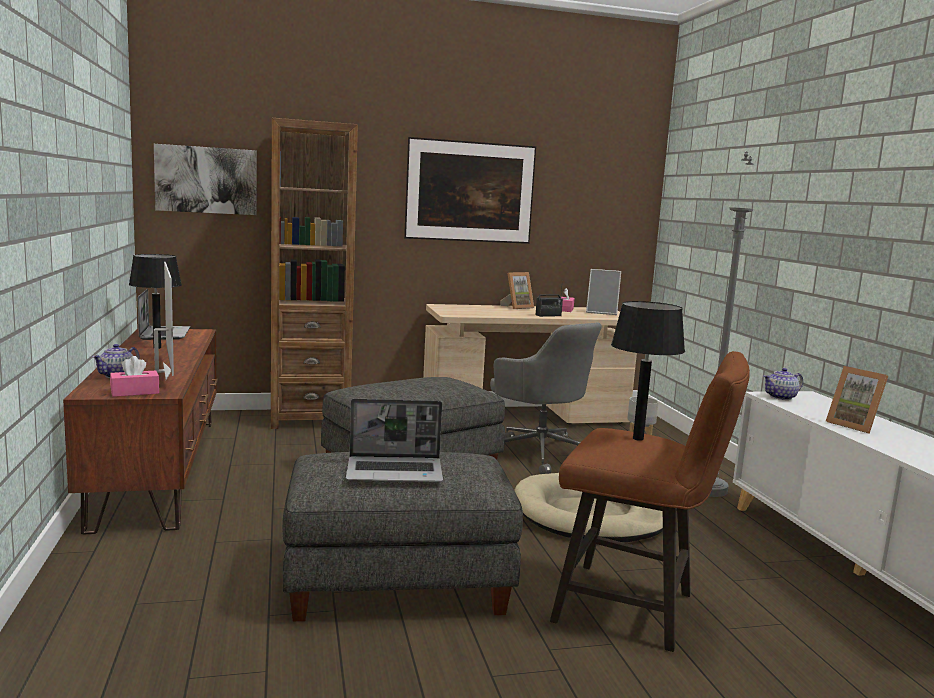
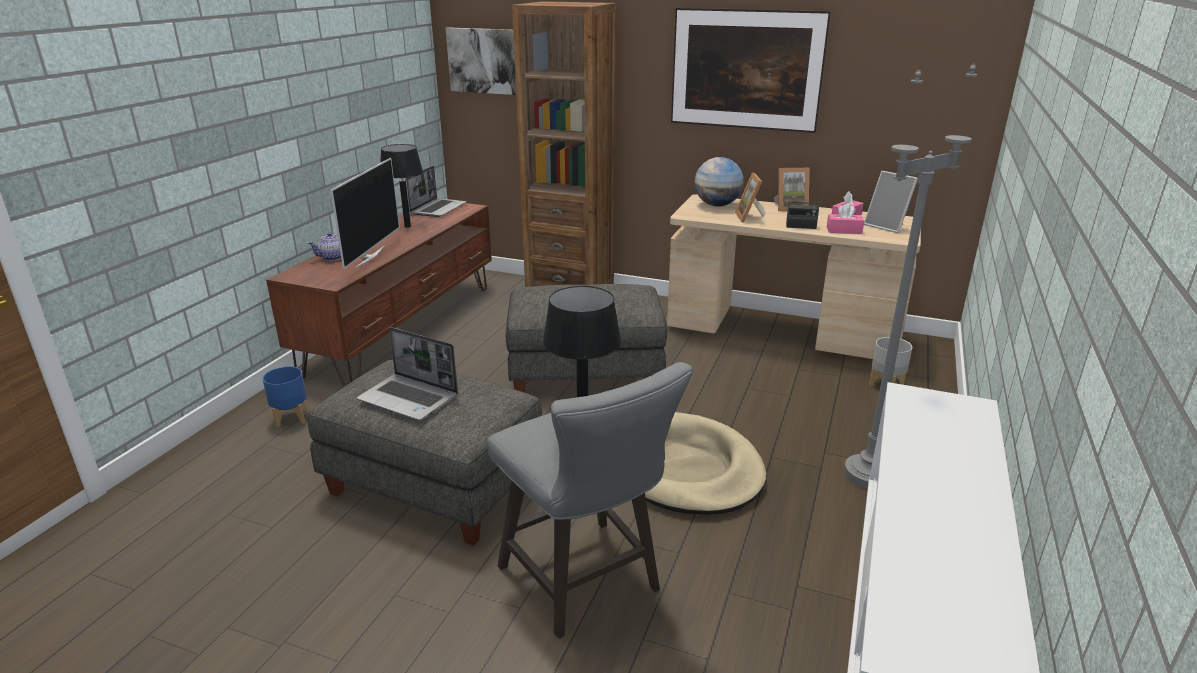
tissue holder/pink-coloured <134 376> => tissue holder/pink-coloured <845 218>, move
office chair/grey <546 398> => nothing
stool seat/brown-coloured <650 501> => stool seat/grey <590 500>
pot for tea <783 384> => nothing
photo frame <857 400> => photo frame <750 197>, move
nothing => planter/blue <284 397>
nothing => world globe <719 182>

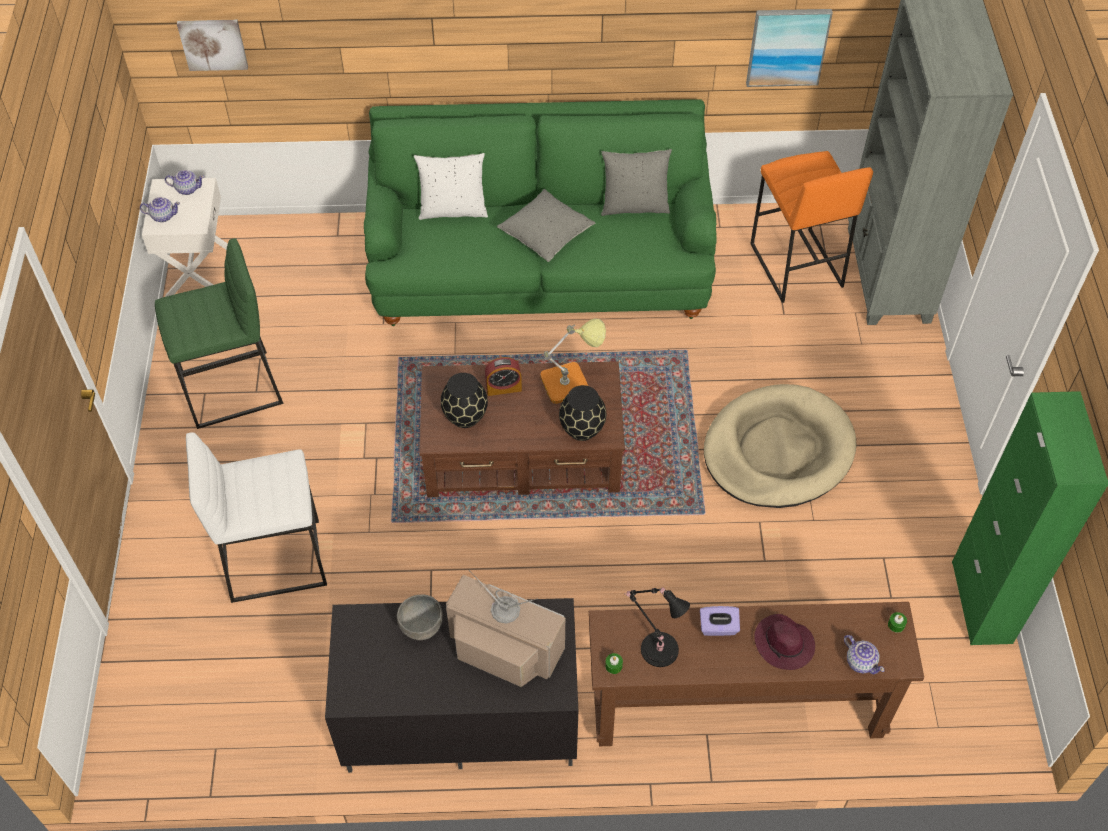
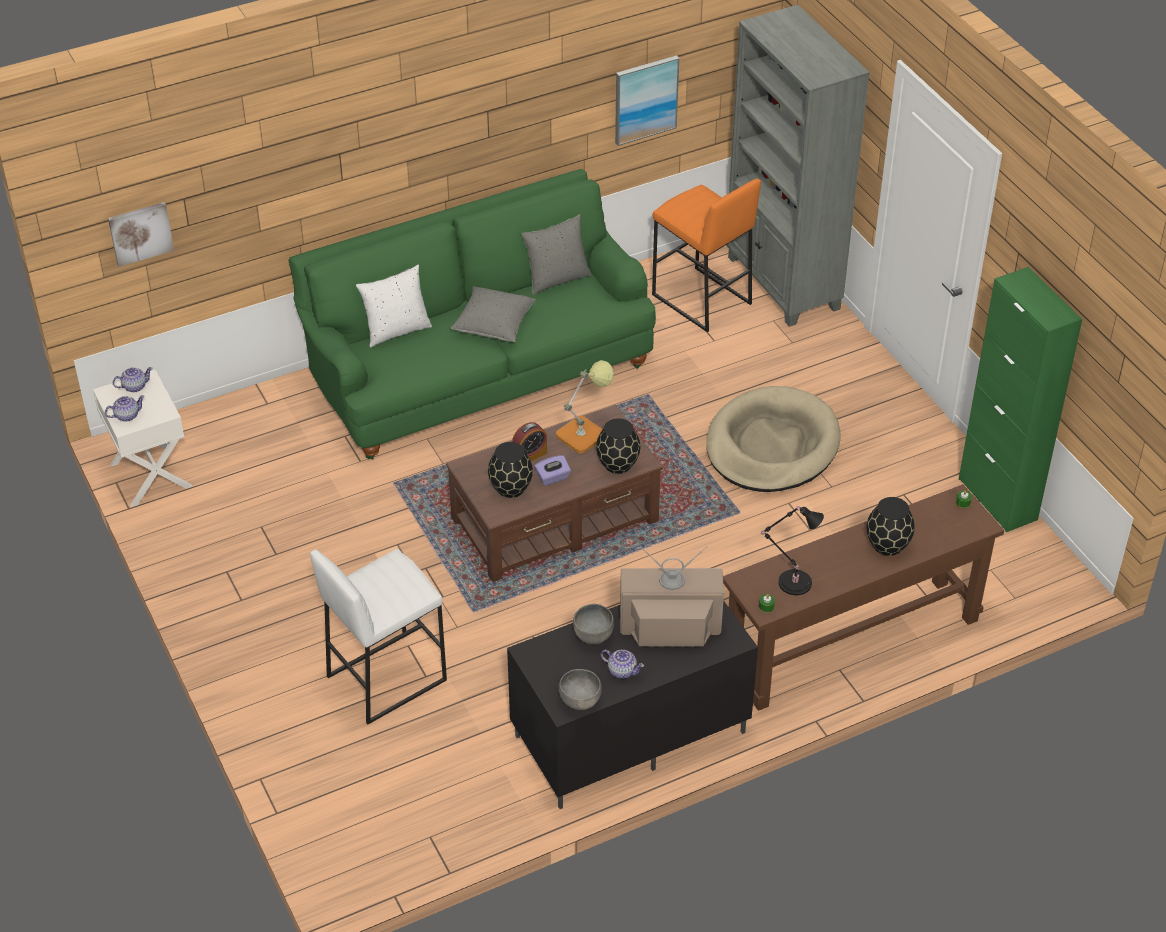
stool seat/green-coloured <219 333> => nothing
tissue holder/purplish <720 621> => tissue holder/purplish <553 470>, move
wearable hat/purplish <784 642> => flower vase/black <891 526>
pot for tea <864 654> => pot for tea <622 664>, move
nothing => serving bowl/grey <580 689>

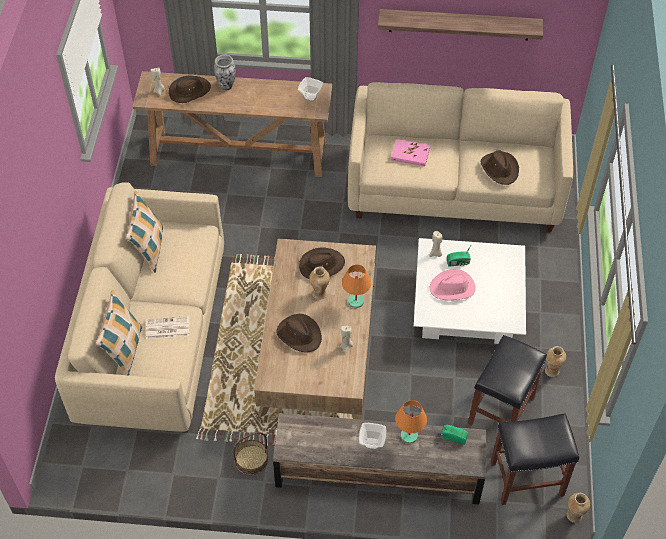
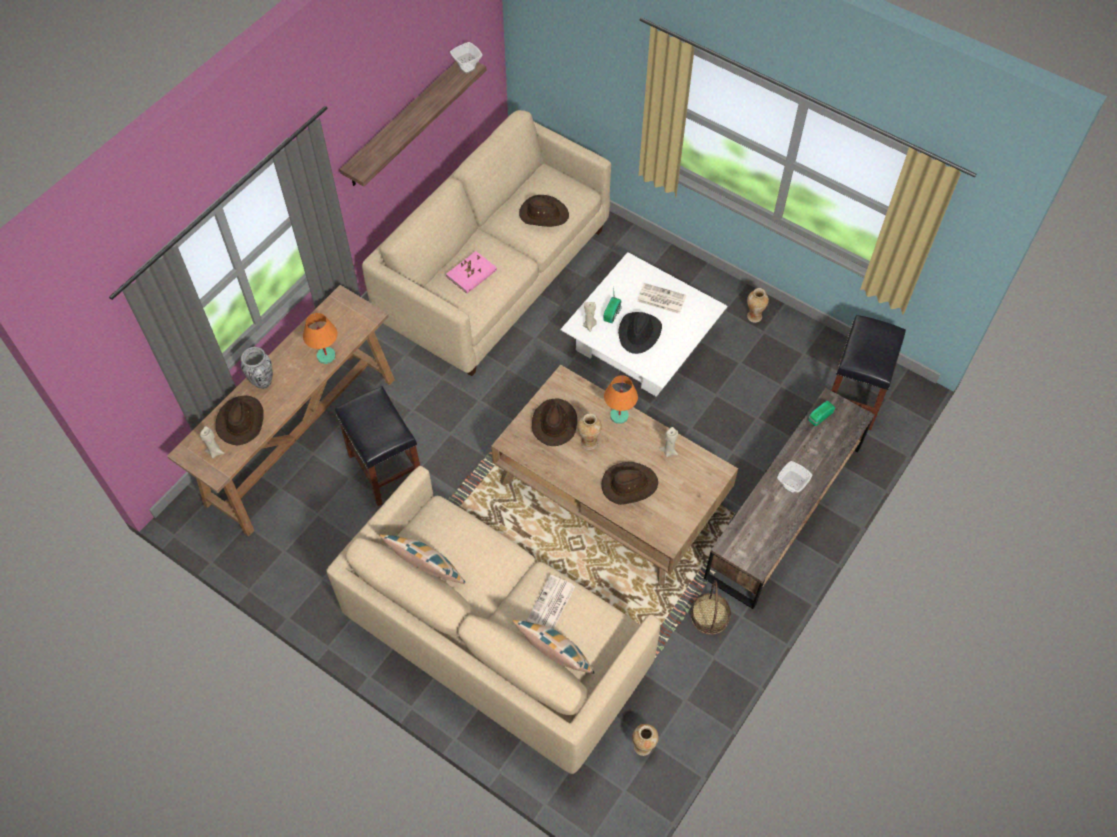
serving bowl <310 89> => serving bowl <466 58>, move
table lamp/orange <411 422> => table lamp/orange <320 338>, move
wearable hat/pink-coloured <453 285> => wearable hat/black <640 333>
stool seat/black <507 380> => stool seat/black <377 446>, move
flower vase <578 508> => flower vase <645 740>, move
nothing => daily paper <661 298>

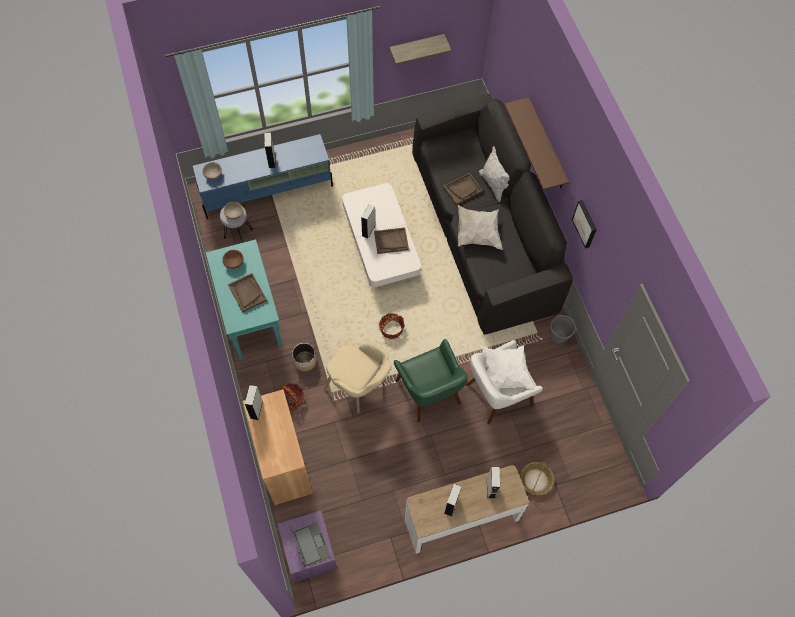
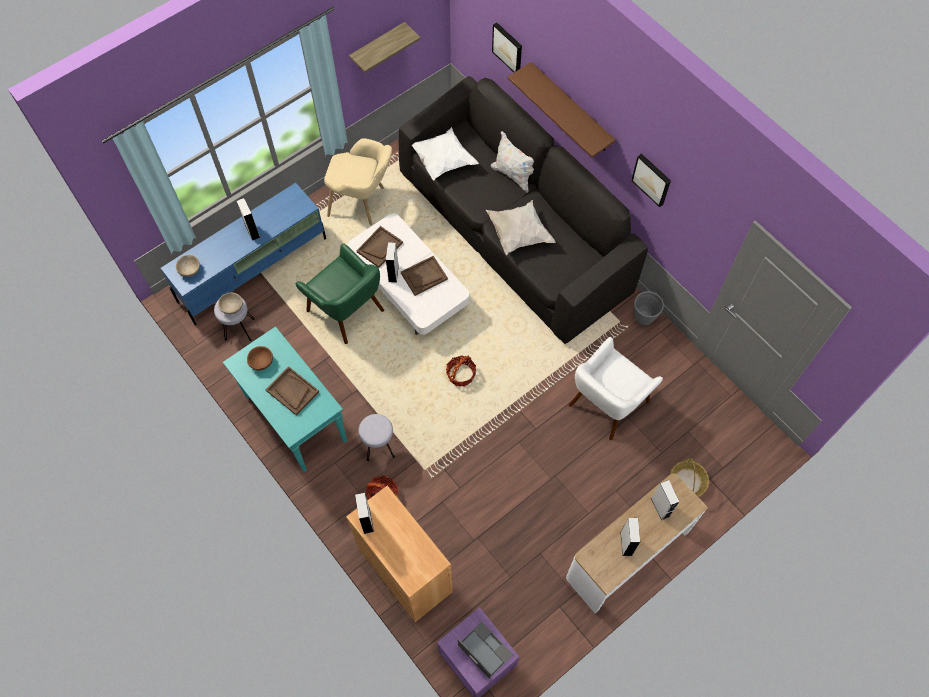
planter <304 357> => stool seat/grey <376 437>
easy chair/beige <358 377> => easy chair/beige <358 181>, move
easy chair/green-coloured <431 380> => easy chair/green-coloured <340 293>, move
carrying tray/brown-coloured <463 189> => carrying tray/brown-coloured <379 247>, move
pillow/white-coloured <507 368> => pillow/white-coloured <445 154>, move
nothing => wall picture <507 47>

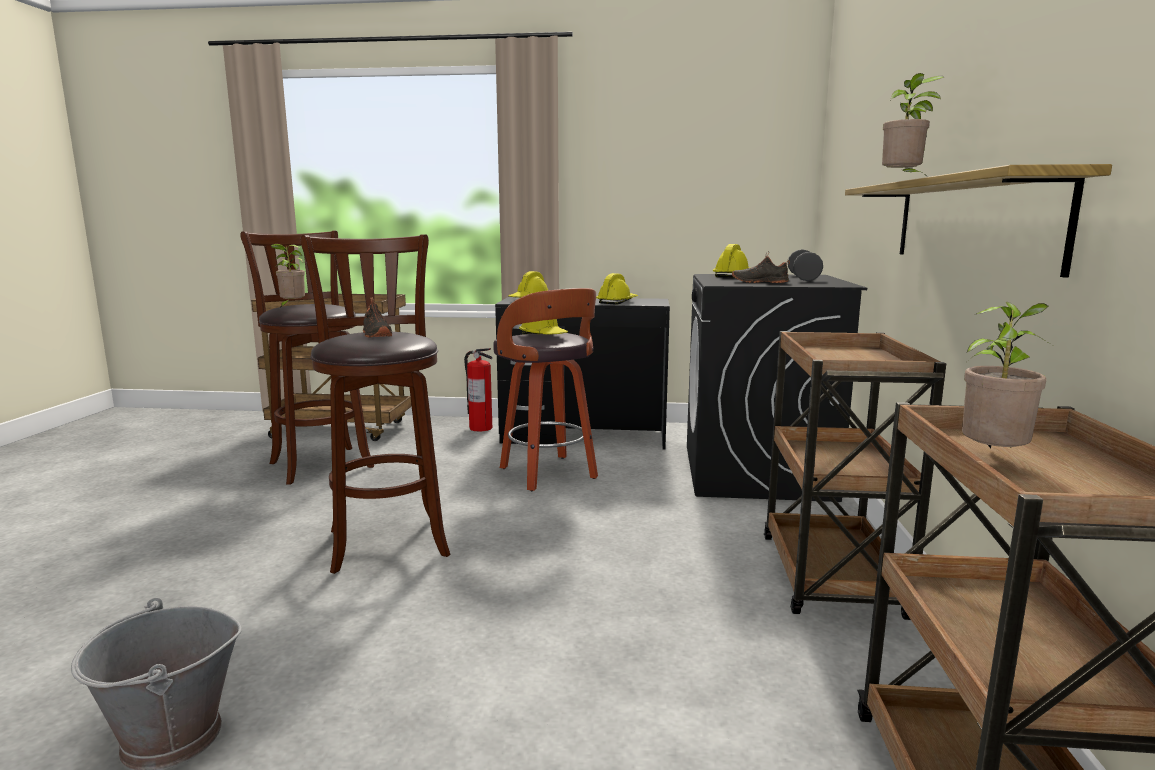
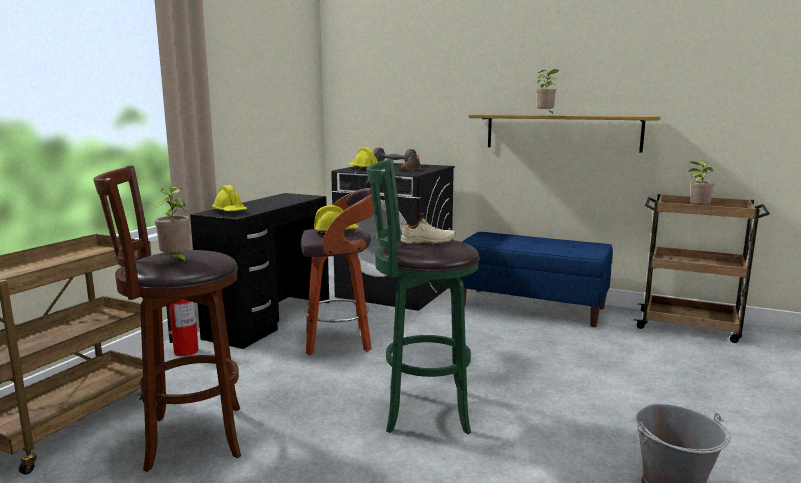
stool seat/brown-coloured <375 404> => stool seat/green-coloured <423 296>
item of footwear/black <377 317> => item of footwear/beige <428 229>
work helmet/yellow <617 288> => nothing
cart/brown-coloured <855 475> => bench/blue <536 279>

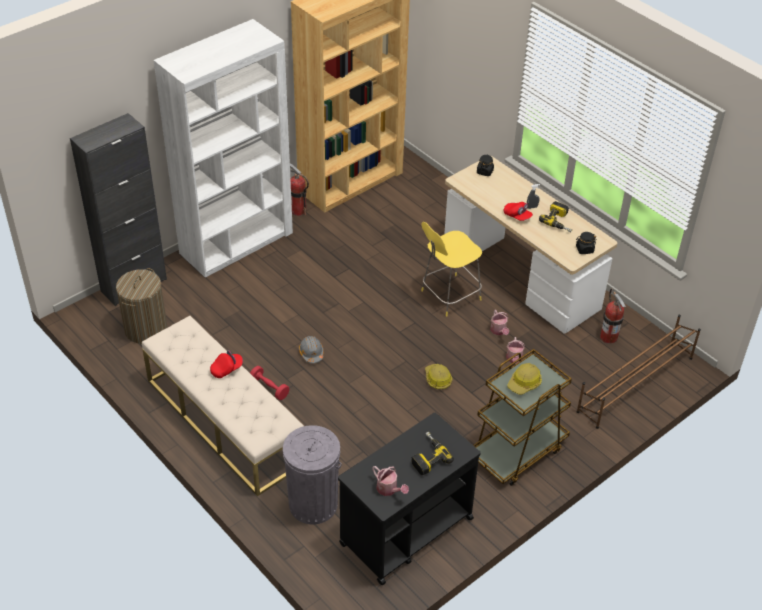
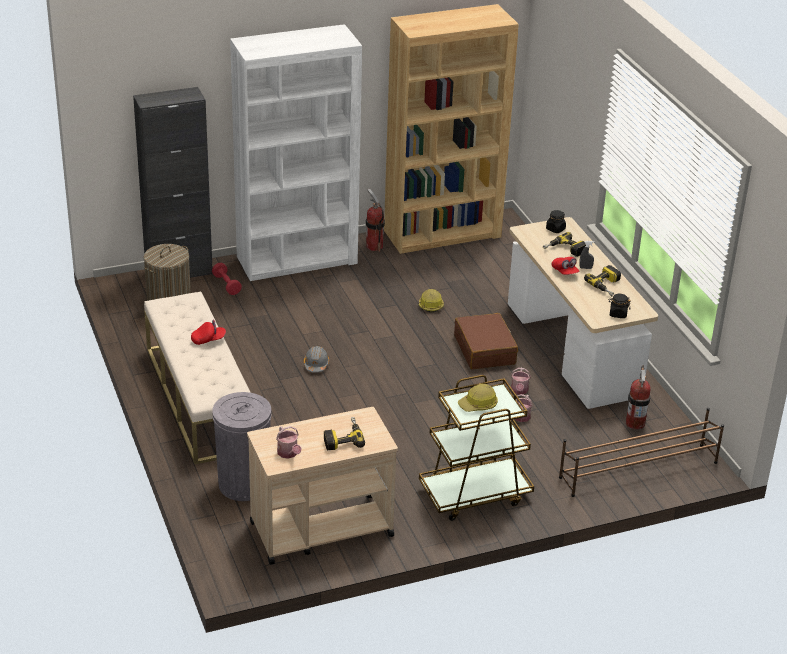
free weight/red-coloured <269 383> => free weight/red-coloured <227 279>, move
cart/black <409 499> => cart/beige <322 486>
stool seat/yellow <451 269> => suitcase/brown-coloured <486 341>
work helmet <439 376> => work helmet <431 301>, move
nothing => drill <564 244>

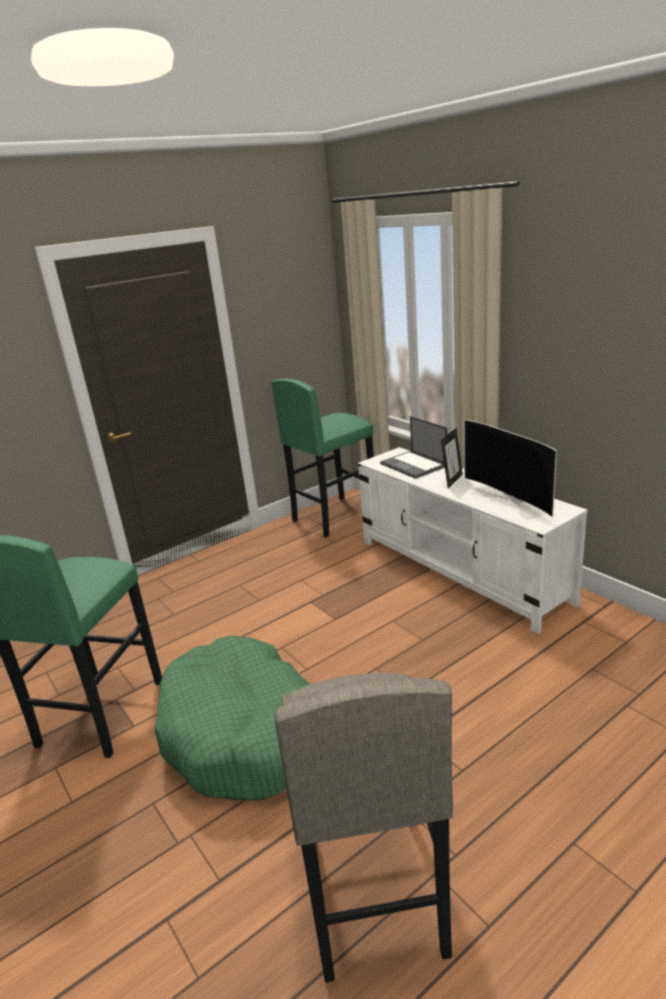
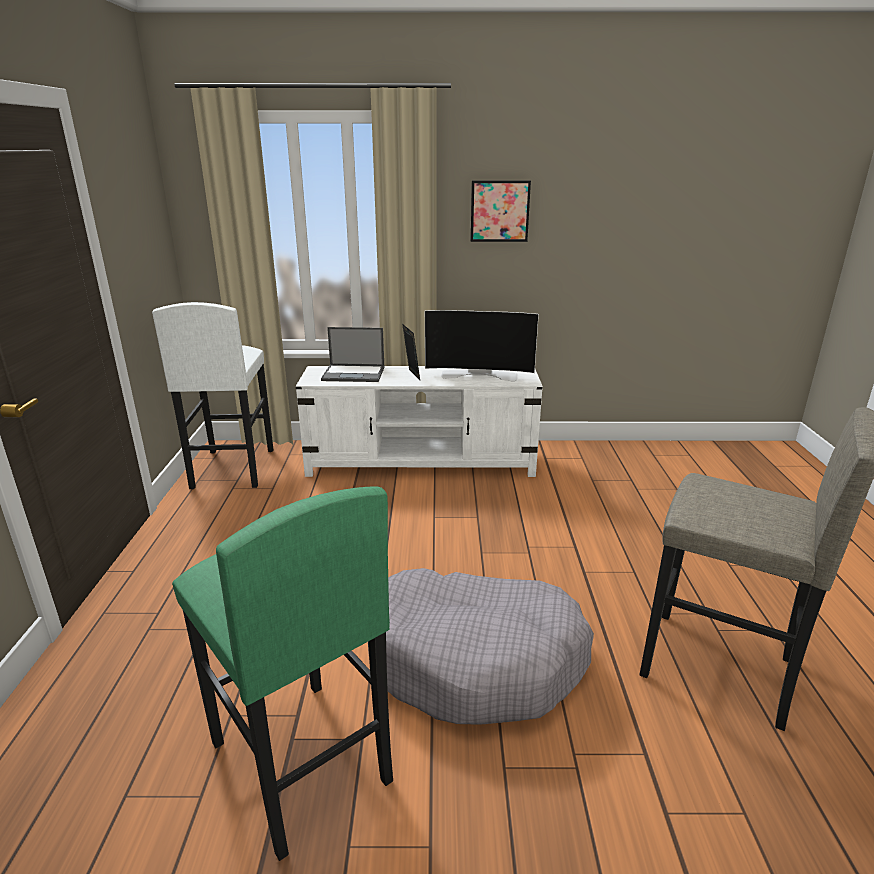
pet bed/green-coloured <232 718> => pet bed/grey <481 646>
stool seat/green-coloured <322 457> => stool seat/white-coloured <213 395>
nothing => wall picture <500 211>

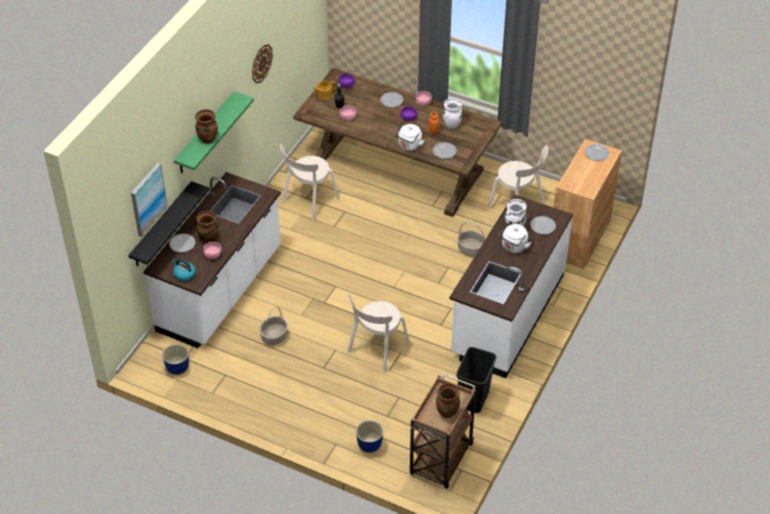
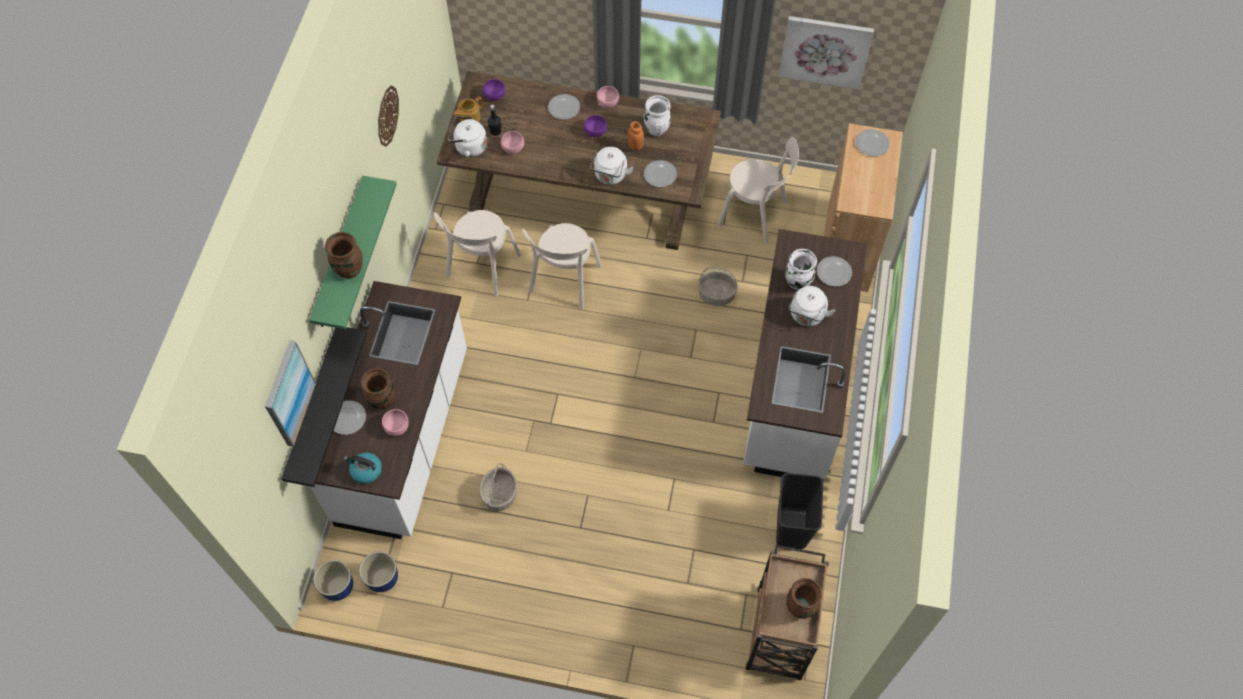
chair/beige <378 332> => chair/beige <562 266>, move
planter <369 436> => planter <333 580>, move
nothing => water kettle/white-coloured <467 137>
nothing => wall picture <826 52>

